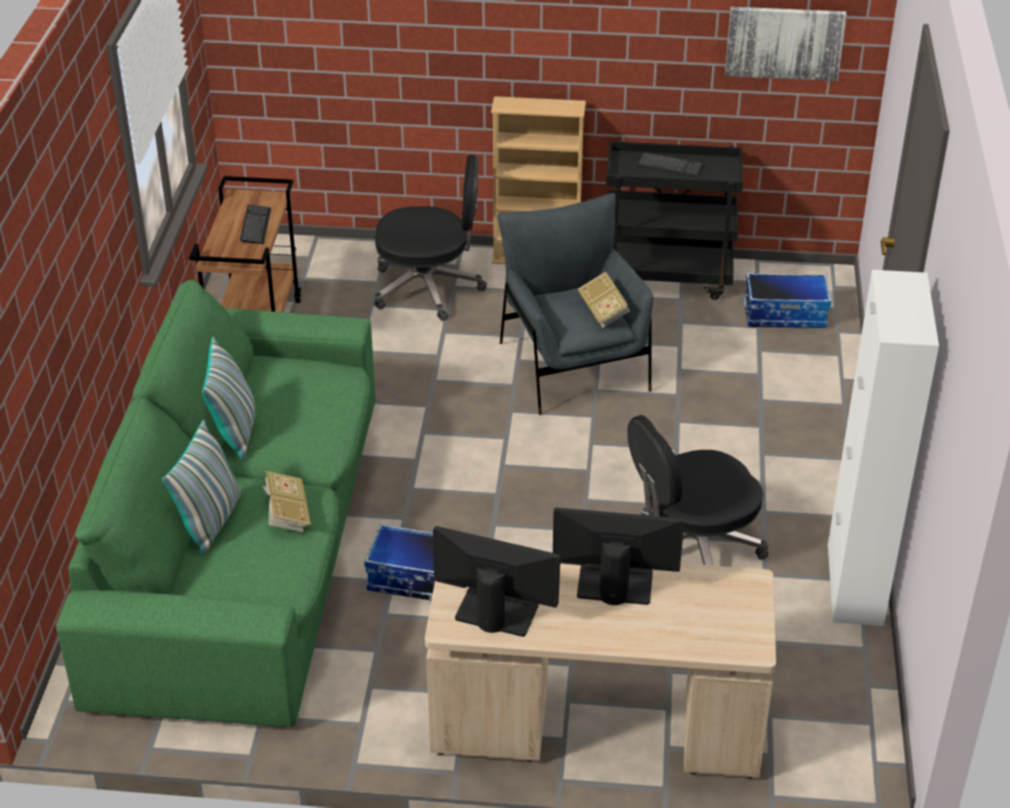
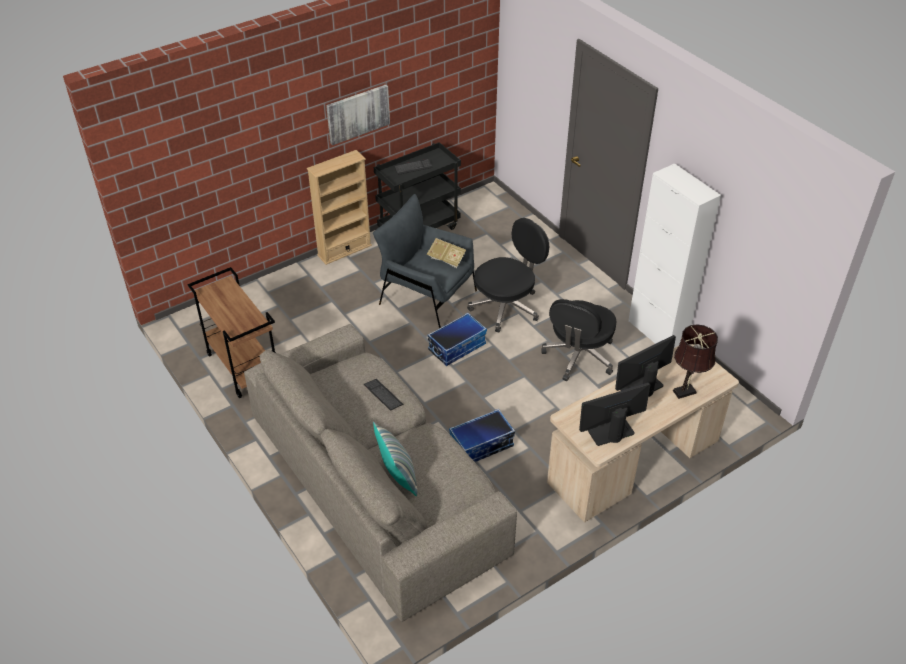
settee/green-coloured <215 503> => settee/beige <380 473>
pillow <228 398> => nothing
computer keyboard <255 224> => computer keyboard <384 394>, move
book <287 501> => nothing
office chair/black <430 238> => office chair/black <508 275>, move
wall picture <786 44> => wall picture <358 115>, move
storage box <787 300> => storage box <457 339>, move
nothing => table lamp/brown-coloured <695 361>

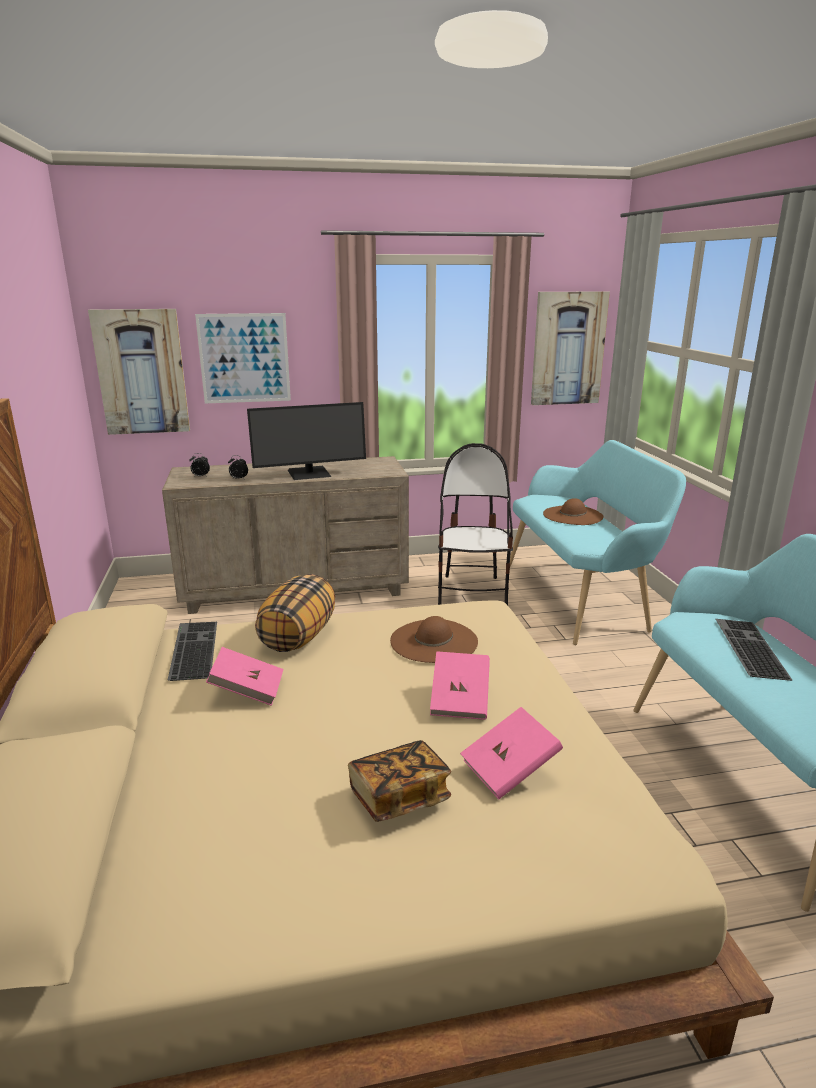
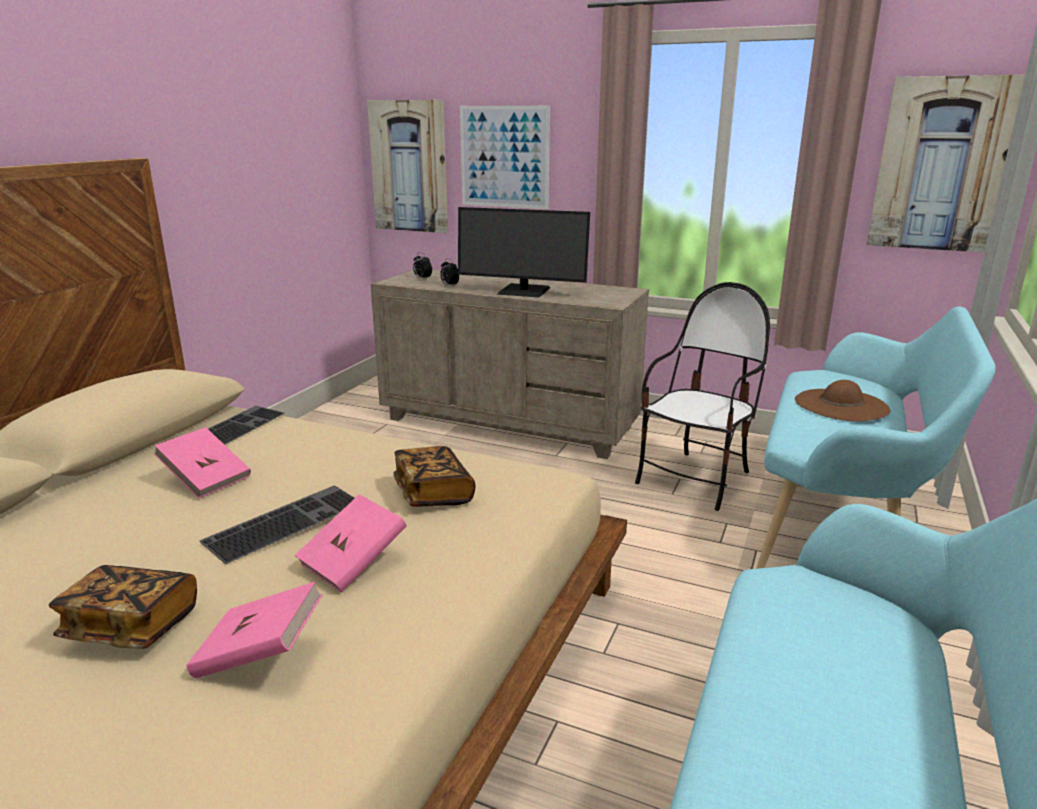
pillow <295 613> => nothing
wearable hat/brown-coloured <434 639> => book <434 476>
computer keyboard <754 650> => computer keyboard <276 524>, move

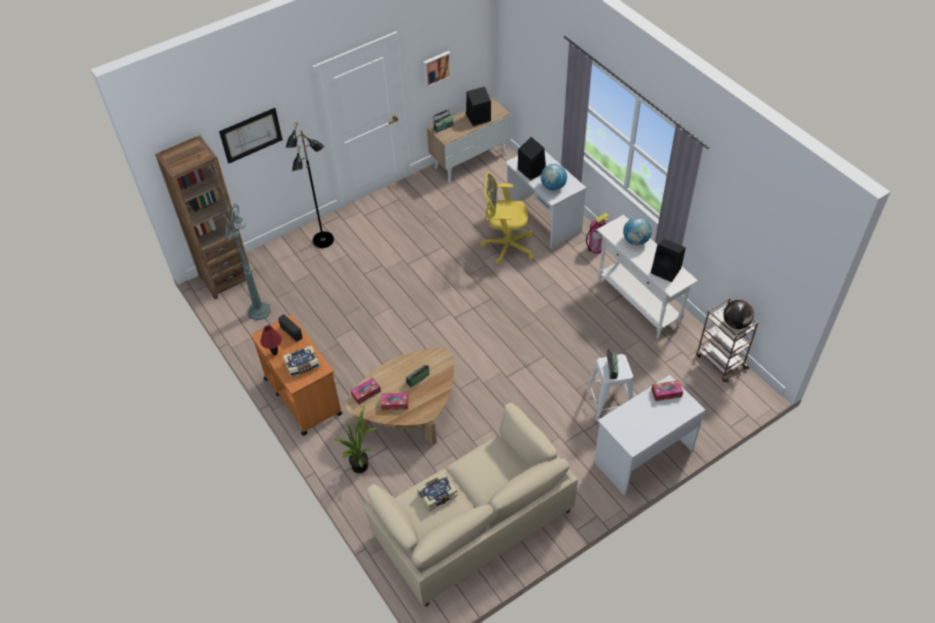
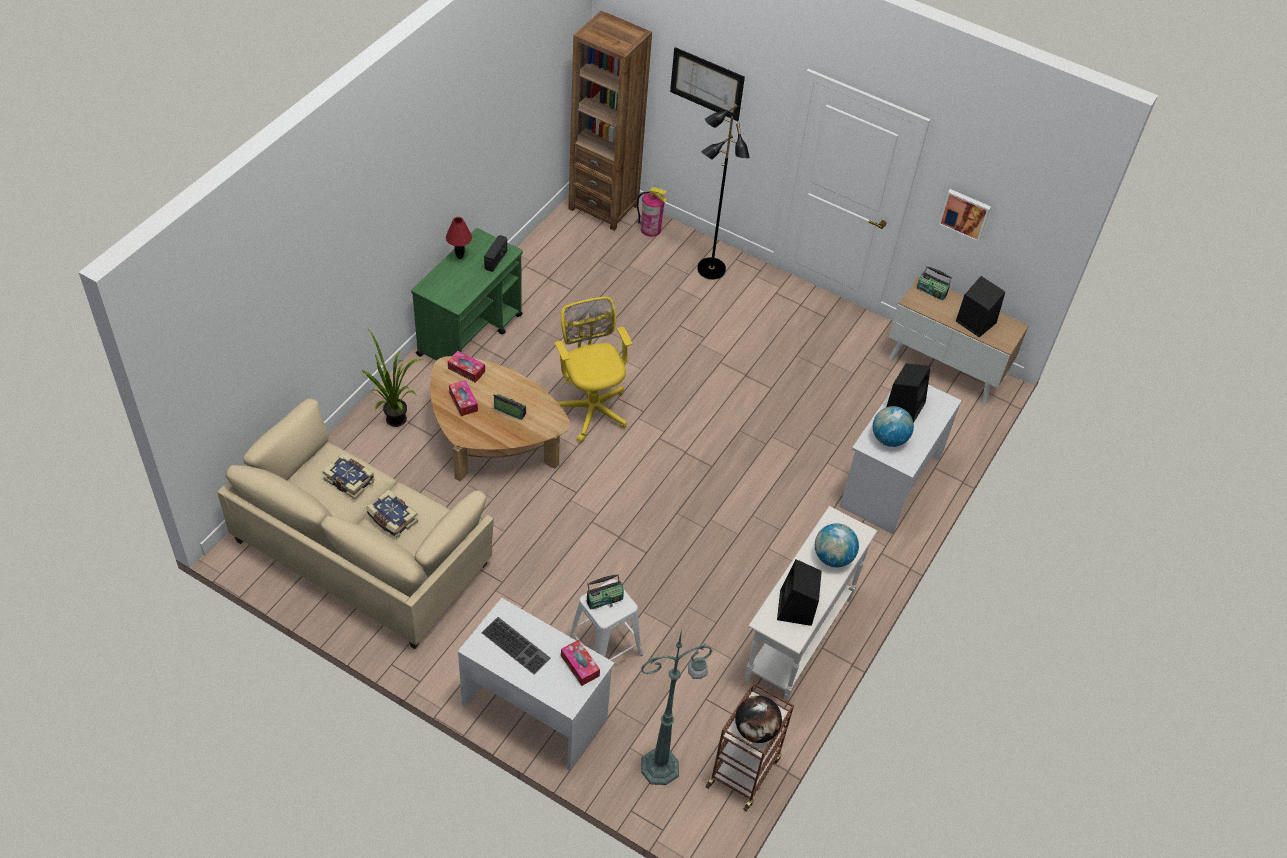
standing lamp/green-coloured <248 259> => standing lamp/green-coloured <677 707>, move
cart/orange <296 375> => cart/green-coloured <467 294>
book <301 361> => book <392 514>, move
office chair/yellow <507 218> => office chair/yellow <593 370>, move
fire-fighting cylinder <597 233> => fire-fighting cylinder <652 212>, move
nothing => computer keyboard <516 645>

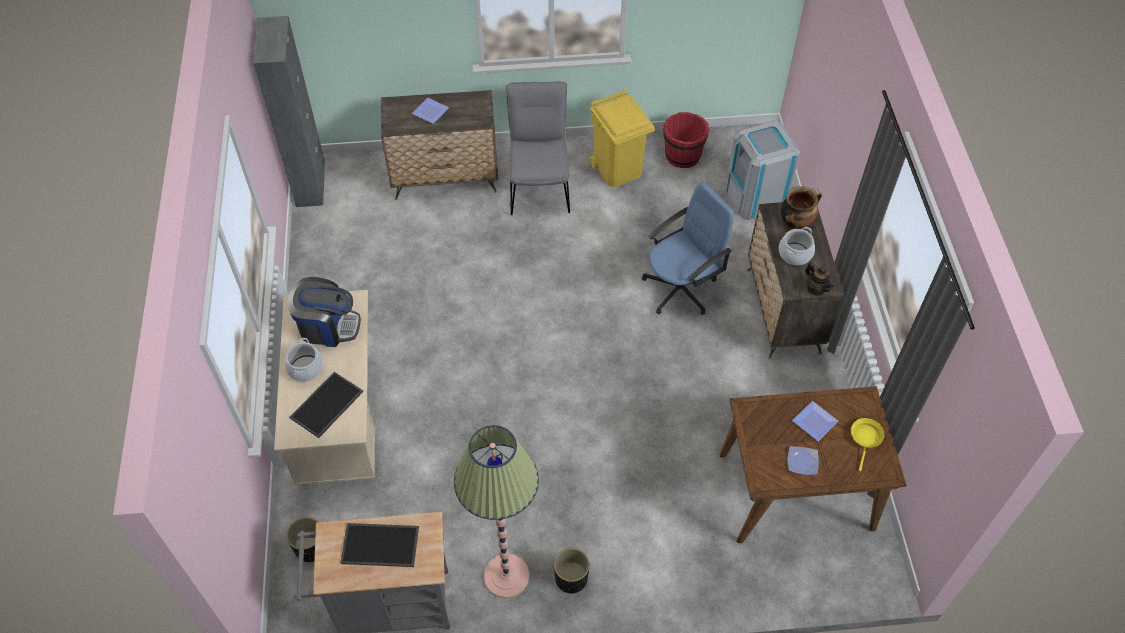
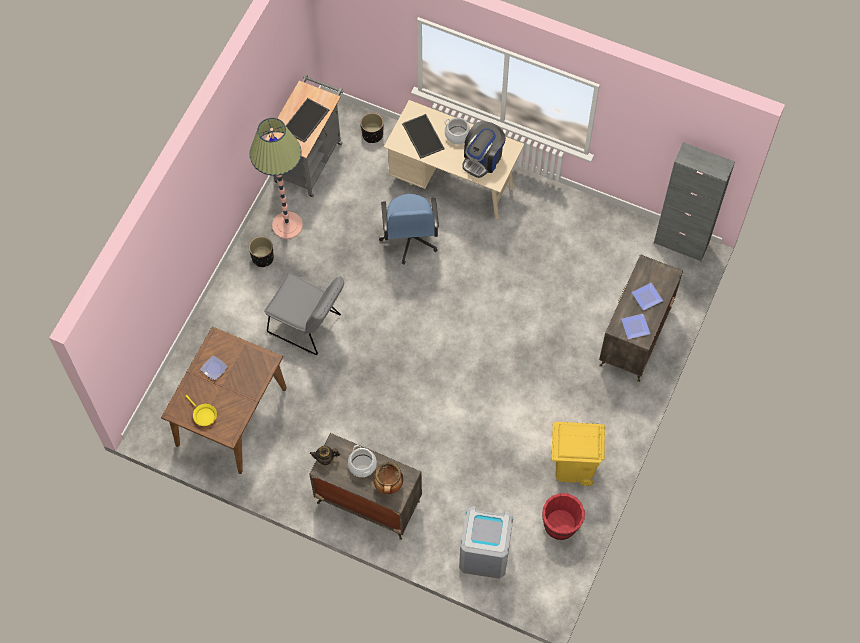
chair/grey <538 148> => chair/grey <304 314>, move
office chair/blue <688 248> => office chair/blue <409 229>, move
flat dish <815 421> => flat dish <635 326>, move

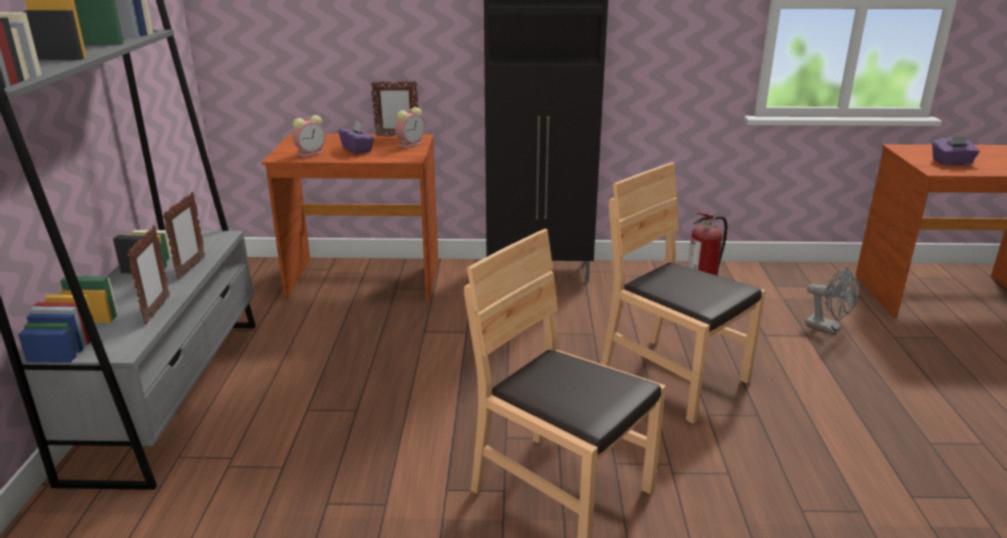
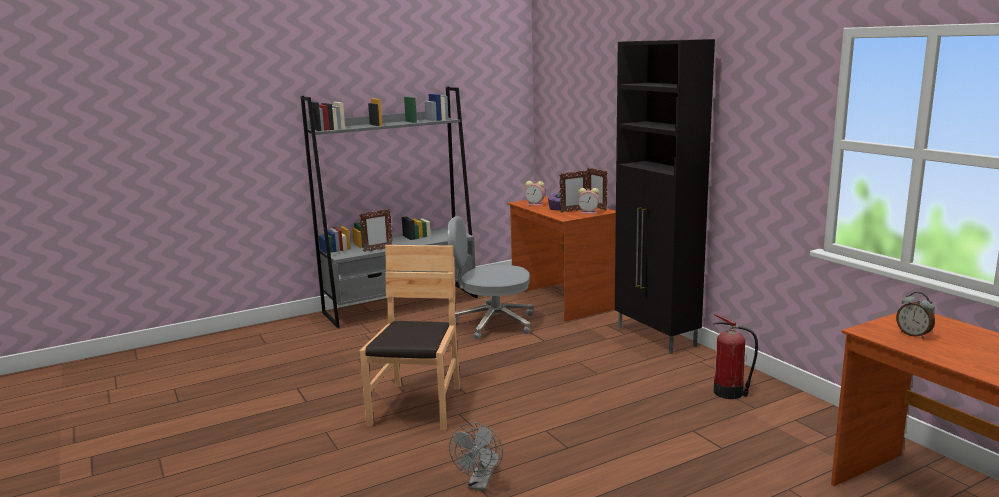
photo frame <184 236> => photo frame <574 191>, move
chair/brown-coloured <683 293> => nothing
fan/grey <832 301> => fan/grey <476 456>, move
tissue holder/purplish <956 150> => table clock <915 315>
nothing => office chair/grey <490 278>

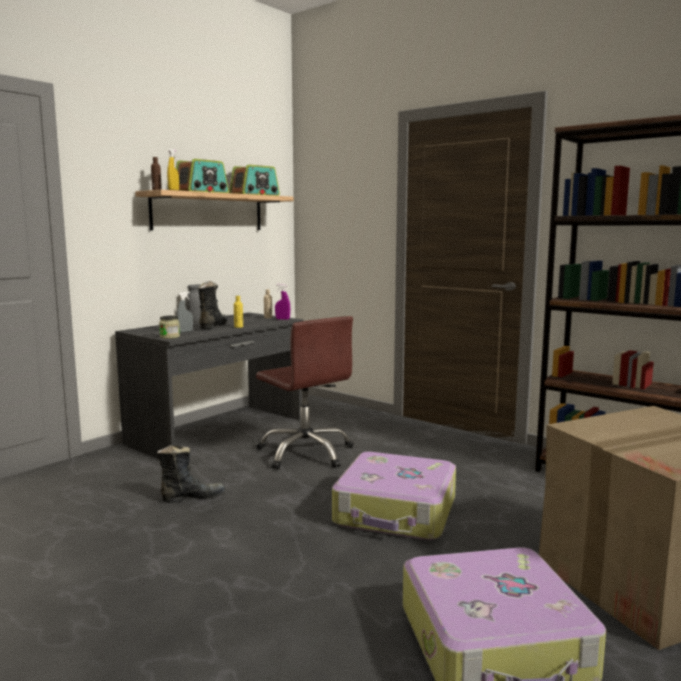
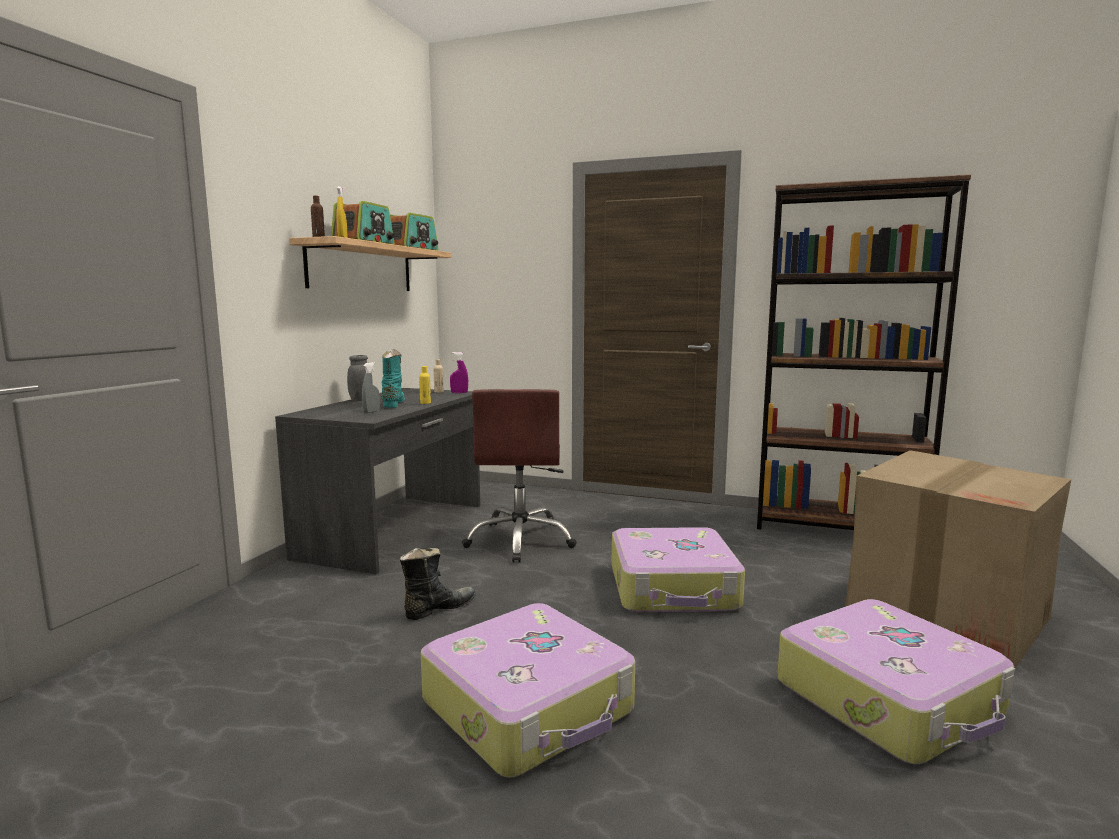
preserve jar <169 327> => nothing
tall boot/black <213 305> => tall boot/turquoise <393 378>
office chair/brown-coloured <305 392> => office chair/brown-coloured <519 476>, 60 degrees clockwise
nothing => suitcase <528 690>

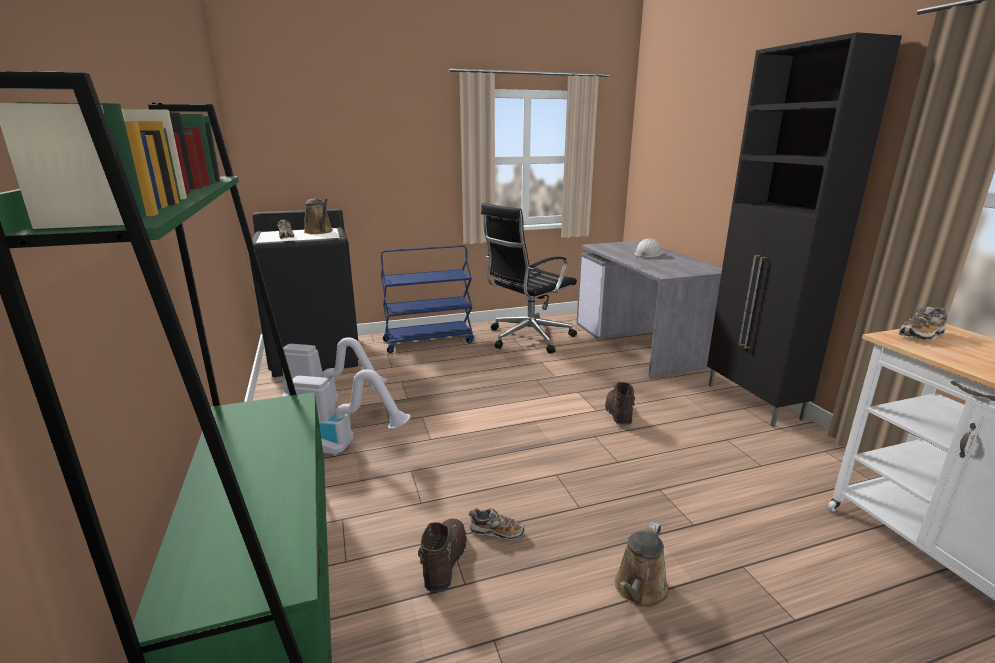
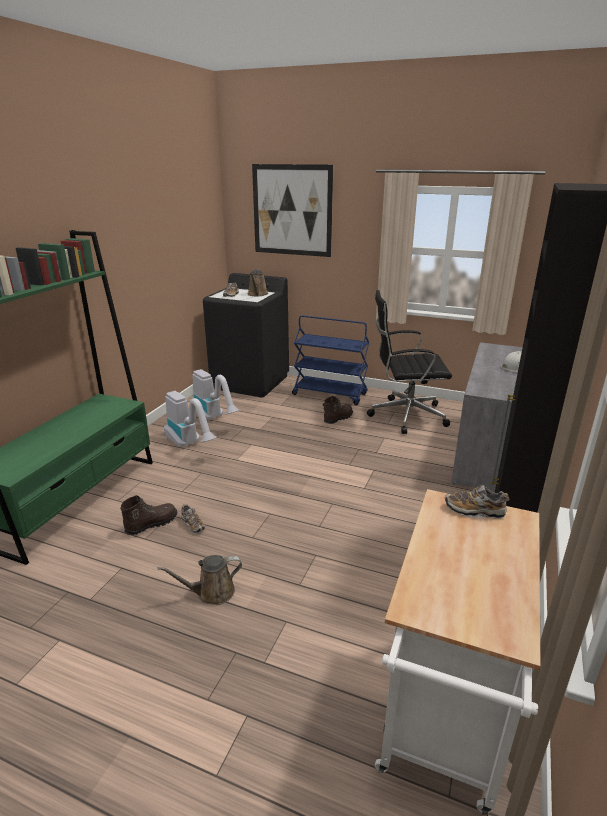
tall boot/brown-coloured <620 403> => tall boot/brown-coloured <338 410>, move
nothing => wall picture <292 210>

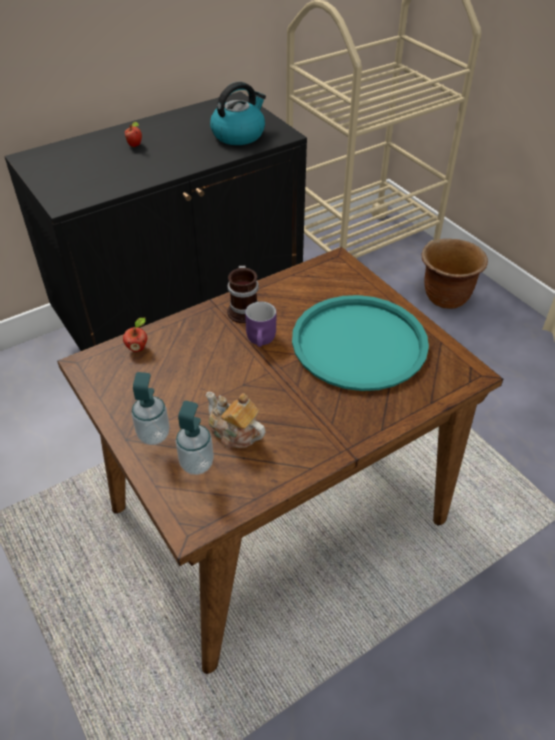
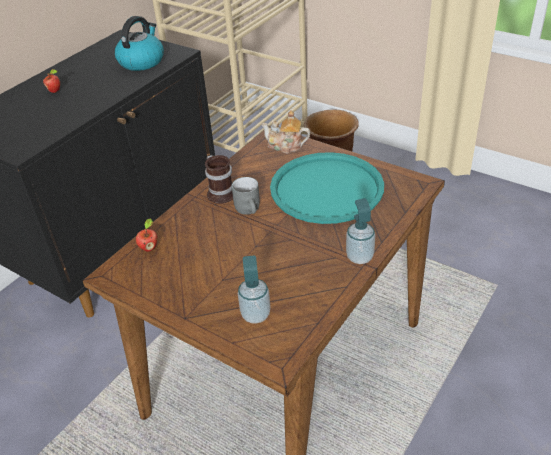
liquid soap bottle <150 408> => liquid soap bottle <360 231>, move
pot for tea <236 420> => pot for tea <286 131>, move
coffee mug/purplish <260 324> => coffee mug/grey <246 196>

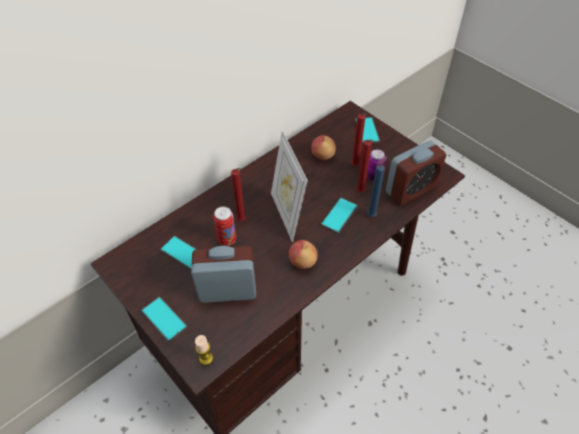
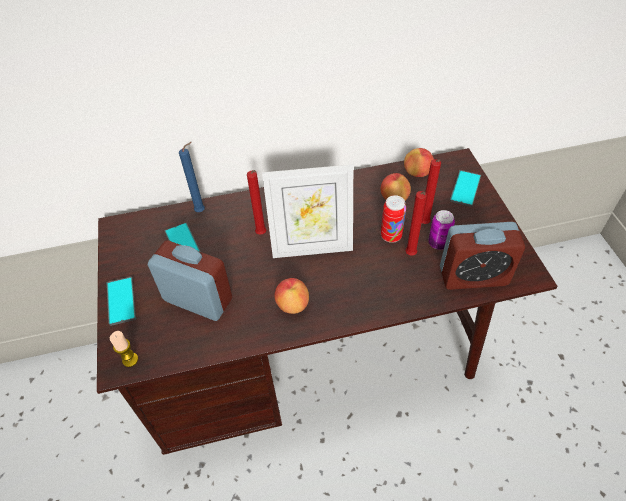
sealed can <225 226> => sealed can <393 219>, move
photo frame <289 186> => photo frame <307 211>, 105 degrees counterclockwise
handset <339 216> => nothing
wax candle/blue <377 187> => wax candle/blue <192 177>, move
nothing => apple fruit <419 162>

